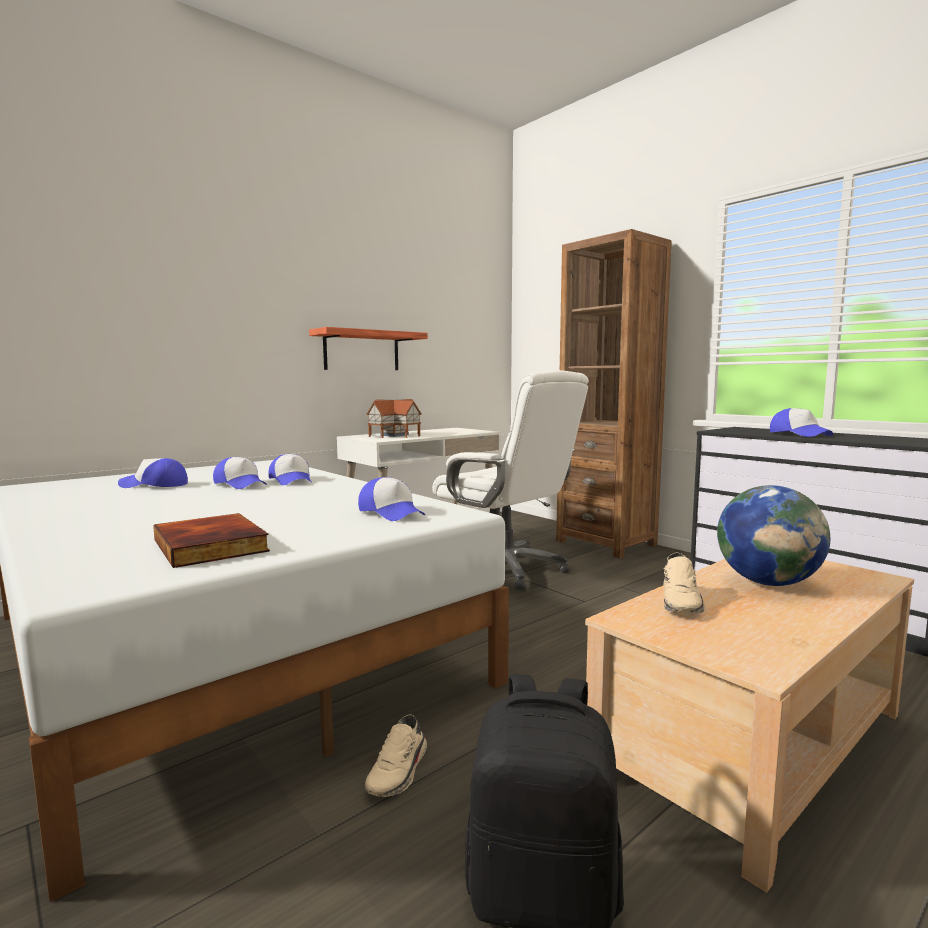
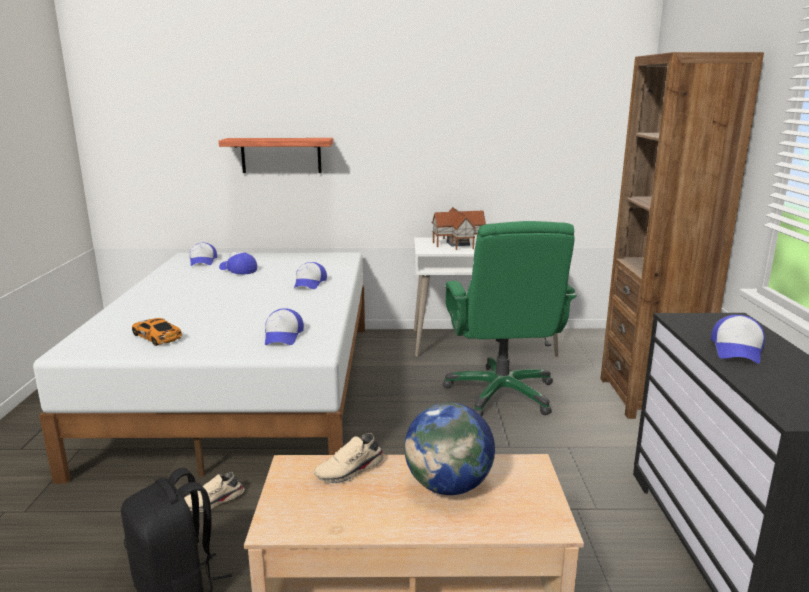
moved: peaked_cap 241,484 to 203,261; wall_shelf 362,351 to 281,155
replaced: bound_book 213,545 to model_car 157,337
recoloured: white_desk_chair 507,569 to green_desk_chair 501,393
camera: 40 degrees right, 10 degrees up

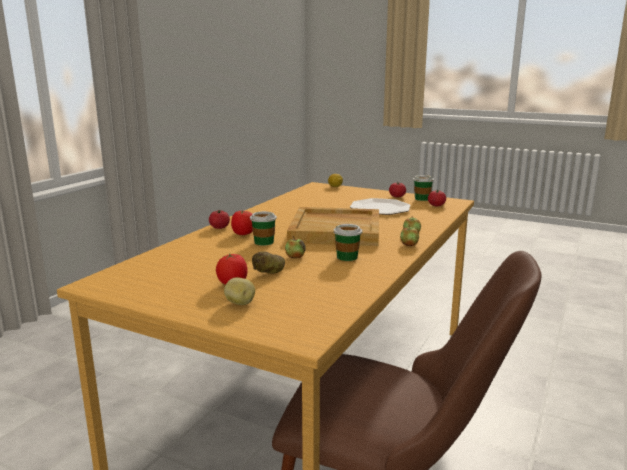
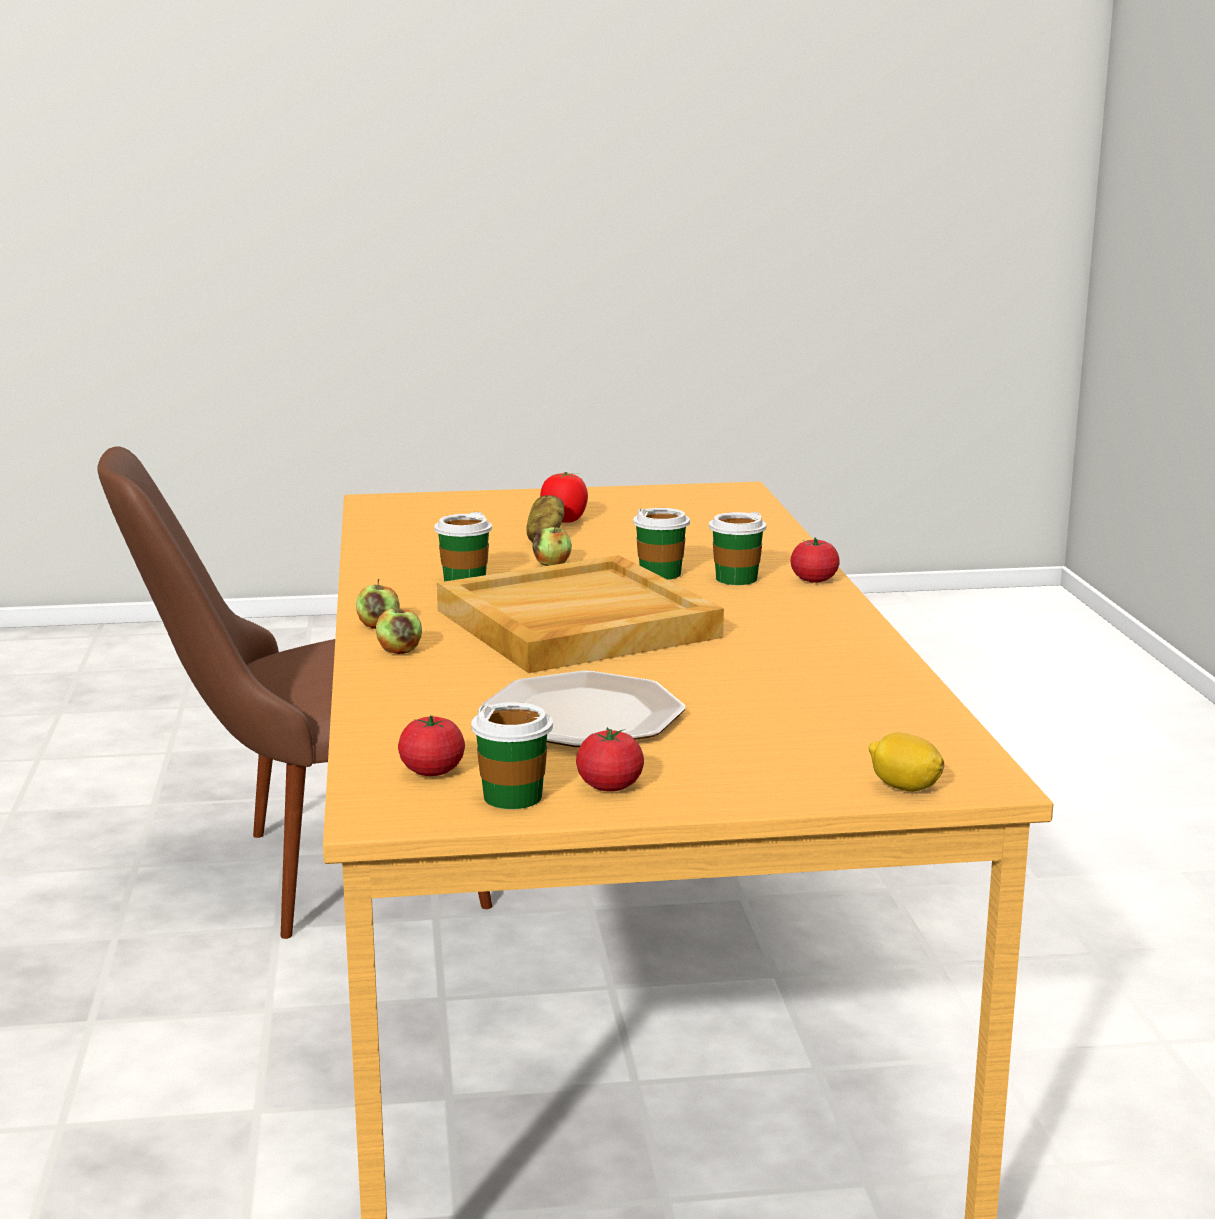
removed: spud 240,303
replaced: tomato 243,234 to cup 736,579
camera: 145 degrees right, 0 degrees up

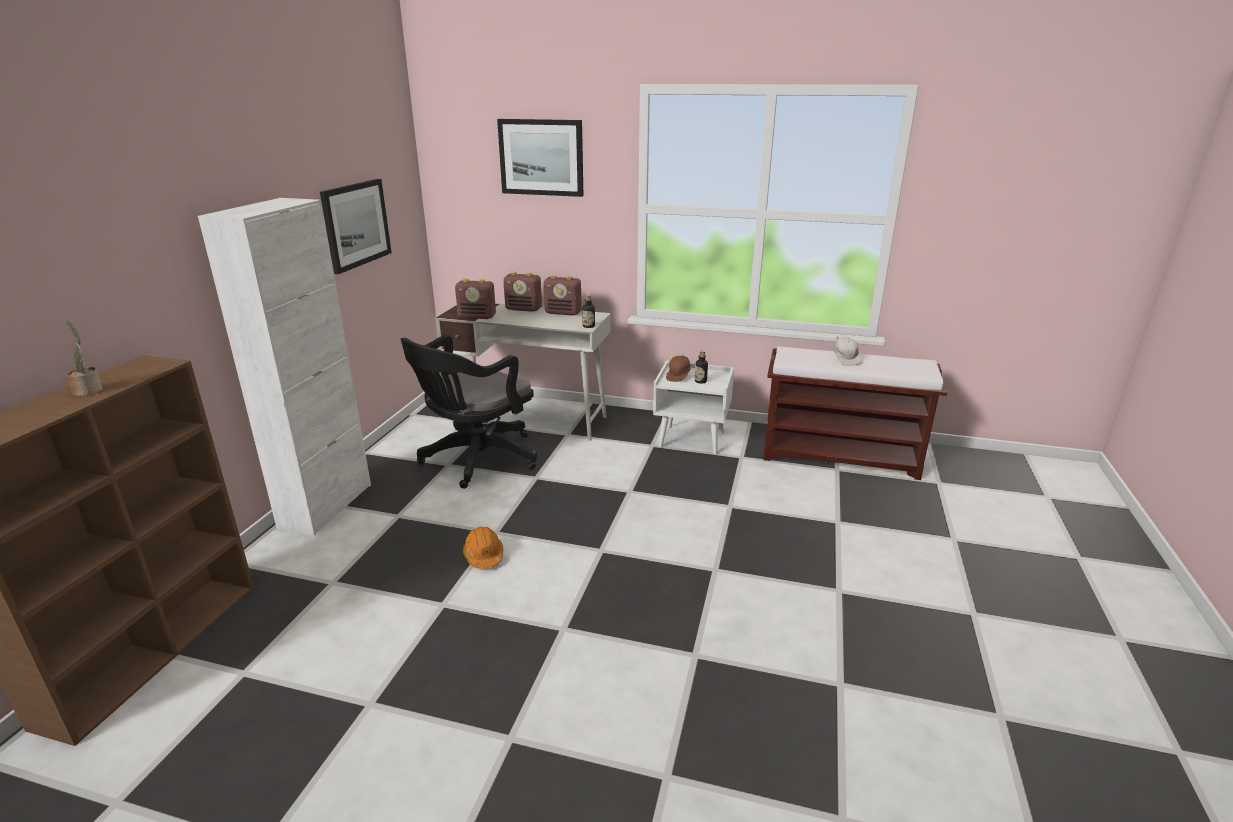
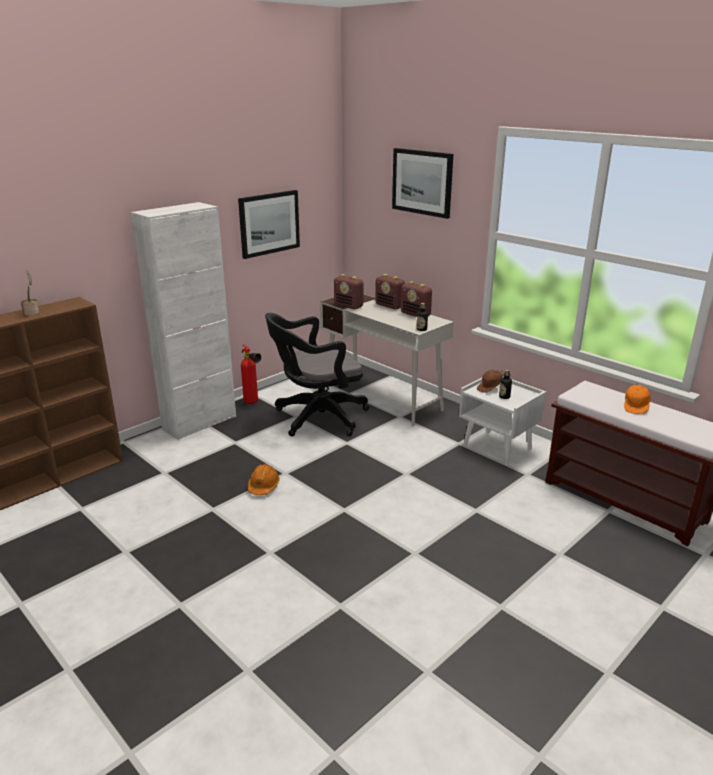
added: fire_extinguisher 253,403
recoloured: white_peaked_cap 846,359 to orange_peaked_cap 636,407
camera: 30 degrees right, 0 degrees up

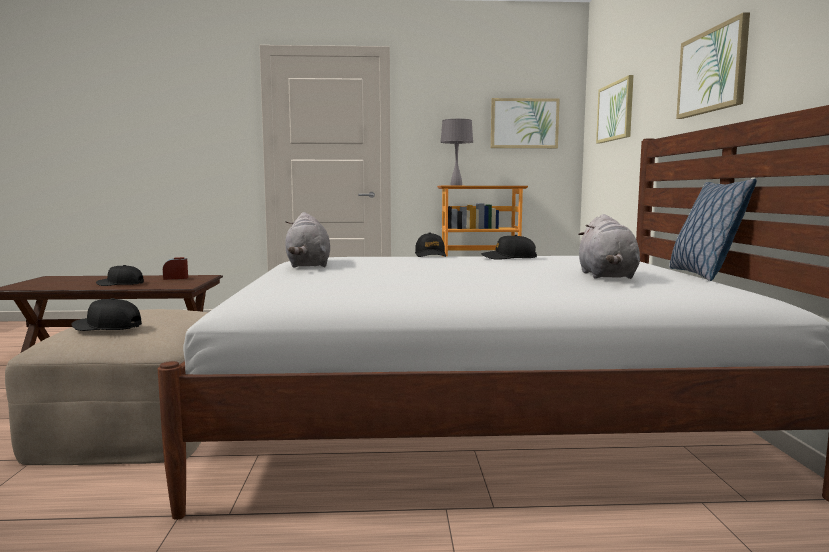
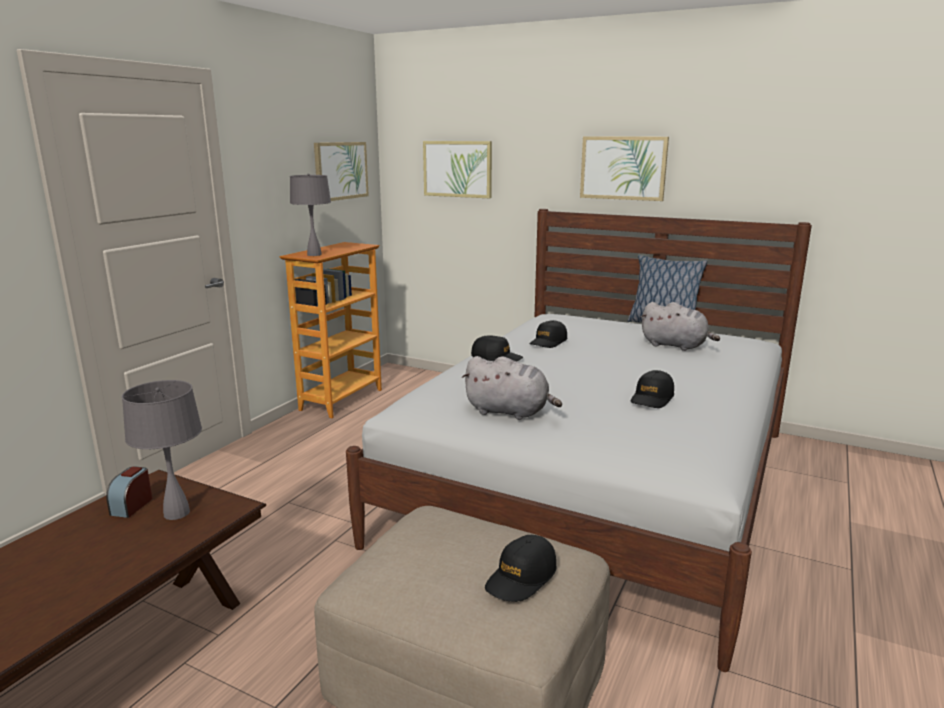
added: greyish_table_lamp 177,513
moved: black_peaked_cap 120,284 to 652,398
camera: 60 degrees left, 10 degrees up

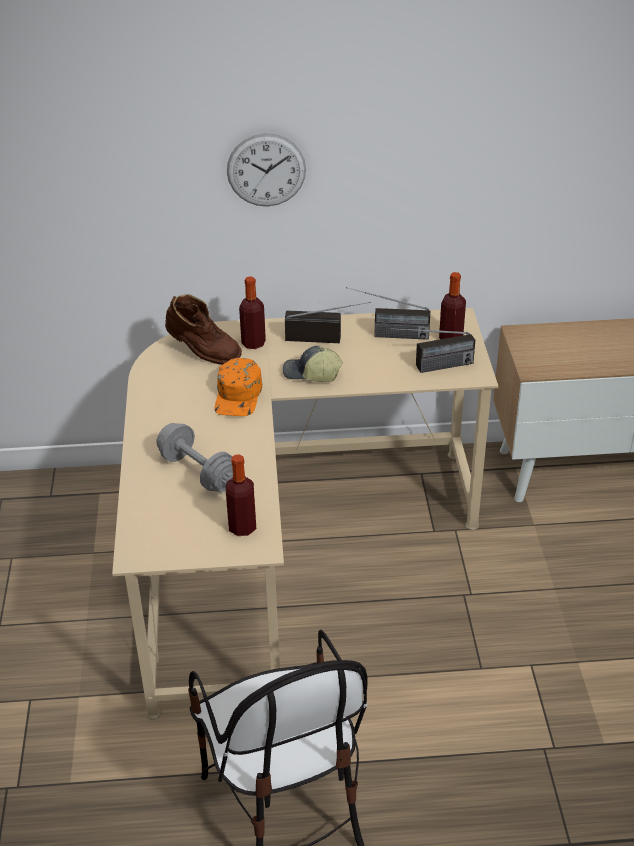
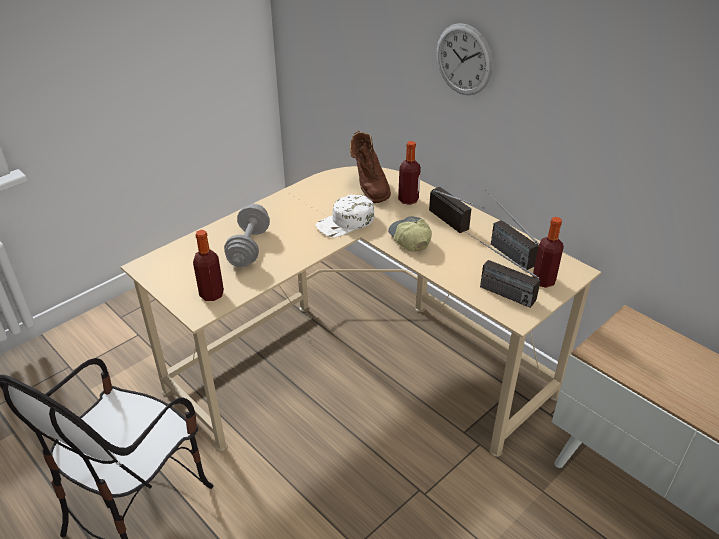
recoloured: orange_peaked_cap 239,395 to white_peaked_cap 346,222
camera: 50 degrees right, 0 degrees up

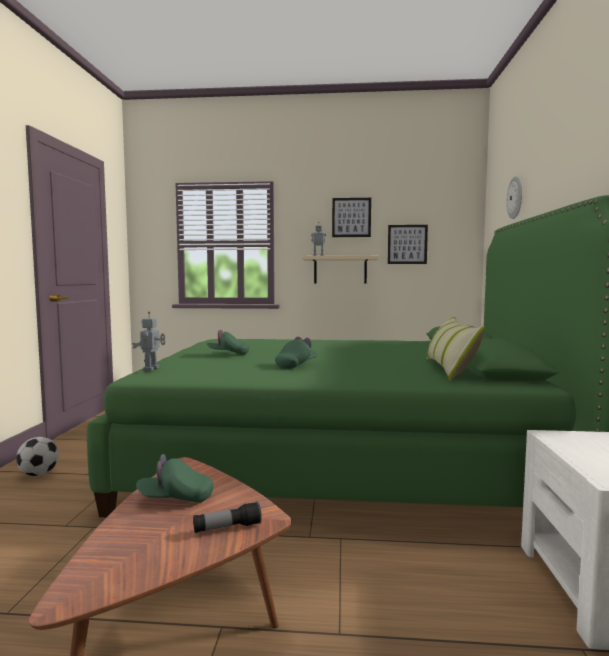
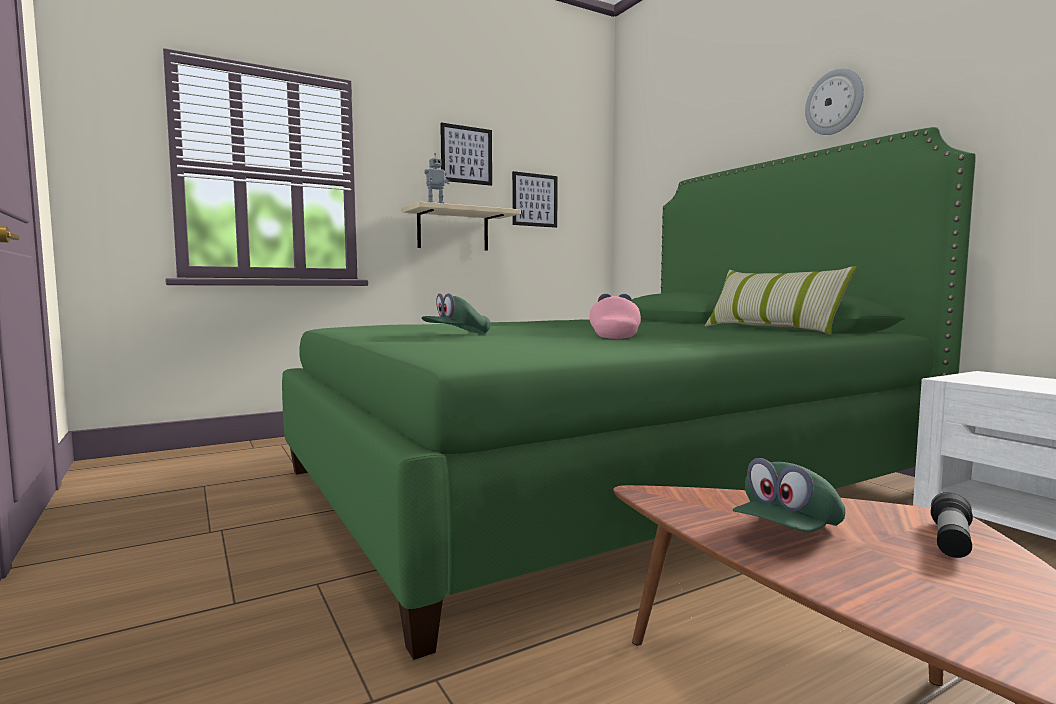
removed: football 39,474; model_robot 152,369
moved: wall_clock 515,197 to 834,102
recoloured: green_peaked_cap 296,365 to pink_peaked_cap 614,336
camera: 35 degrees left, 0 degrees up

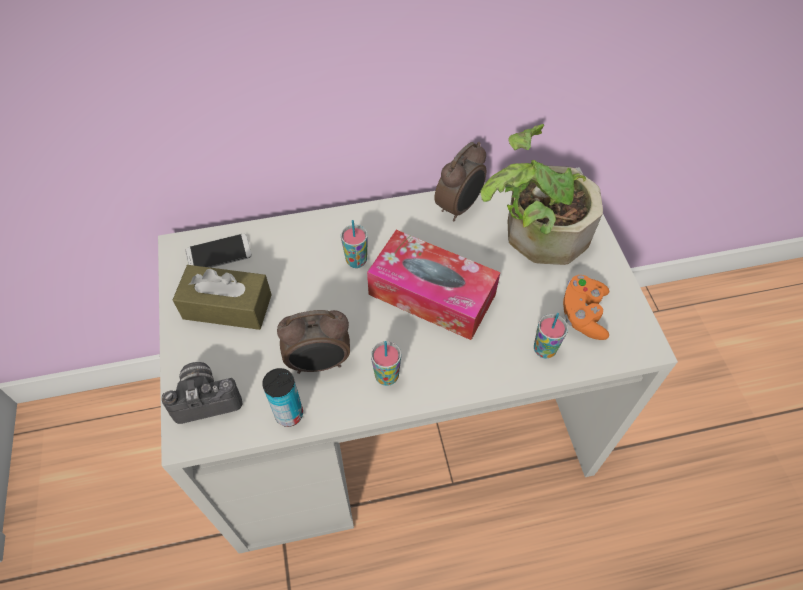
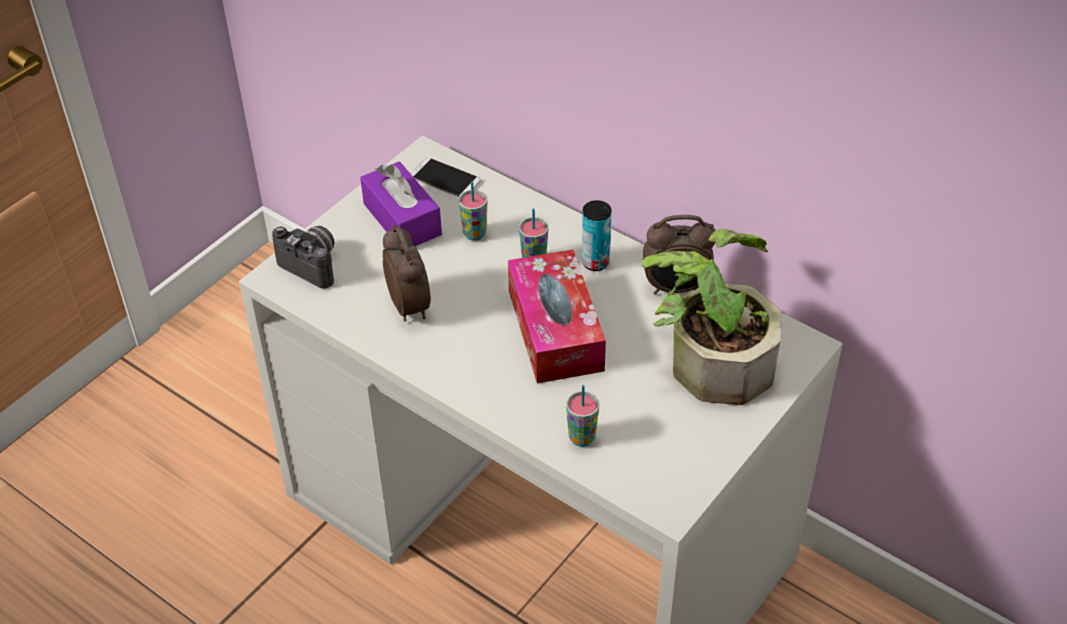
removed: orange_joypad 583,314
moved: cup 386,376 to 474,234; sealed_can 289,414 to 595,262
recoloured: brown-coloured_tissue_holder 227,306 to purple-coloured_tissue_holder 402,219
turned: alarm_clock 319,363 = 410,306 150 degrees counterclockwise
camera: 50 degrees right, 10 degrees down

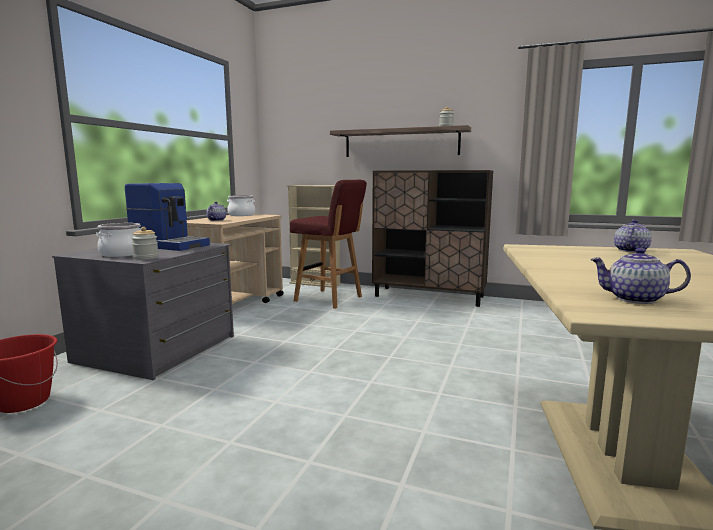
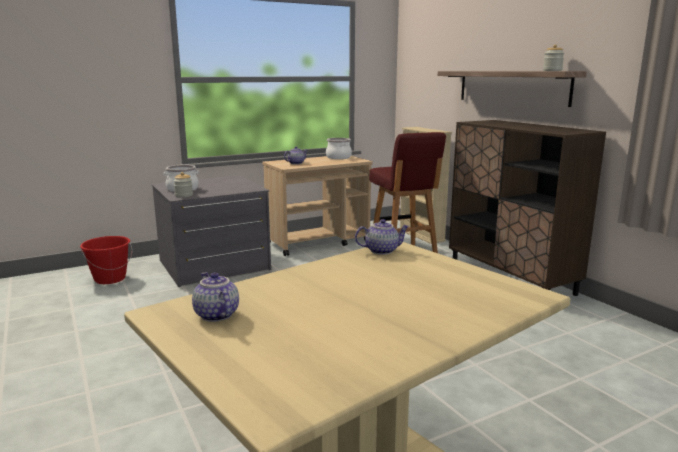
removed: coffee_brewer 170,245
moved: pot_for_tea 630,250 to 381,250
camera: 40 degrees right, 5 degrees up

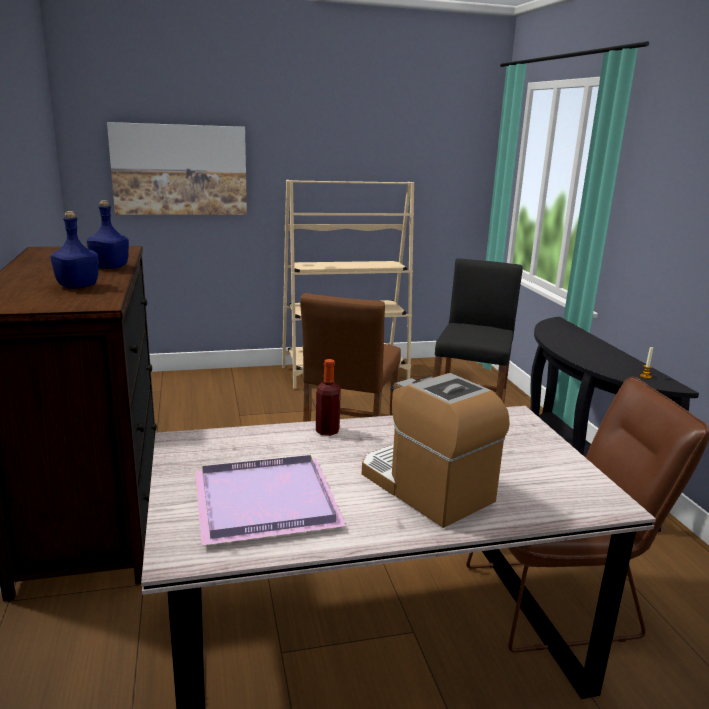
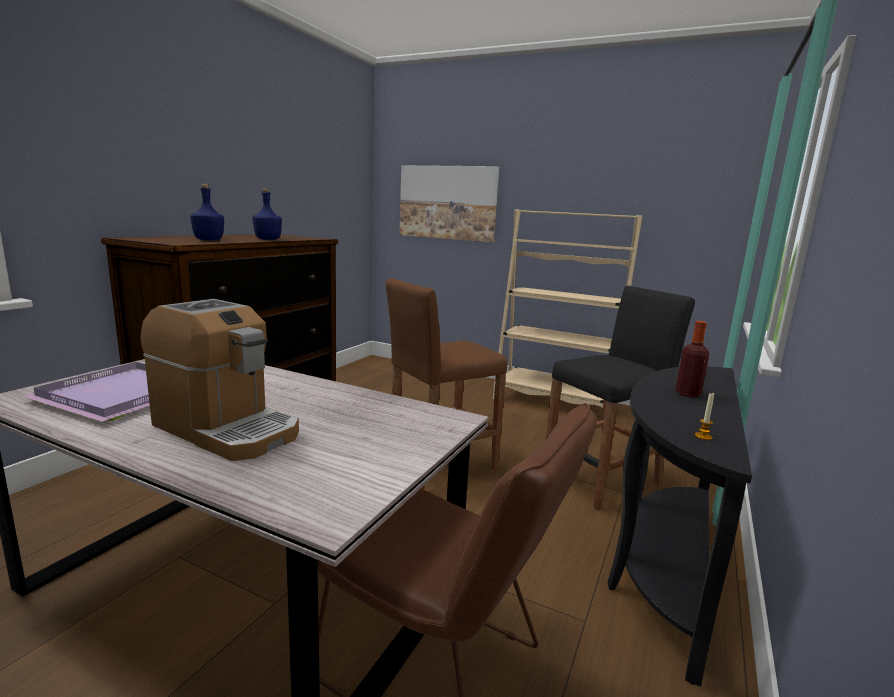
moved: drink_bottle 327,431 to 688,393
turned: coffee_brewer 425,487 = 226,429 120 degrees clockwise
camera: 40 degrees right, 5 degrees down

